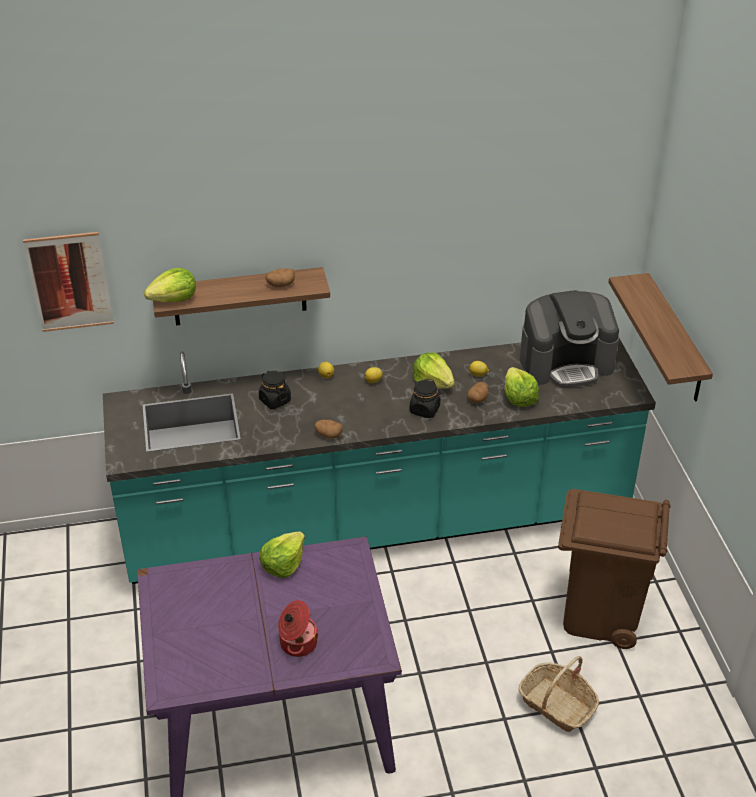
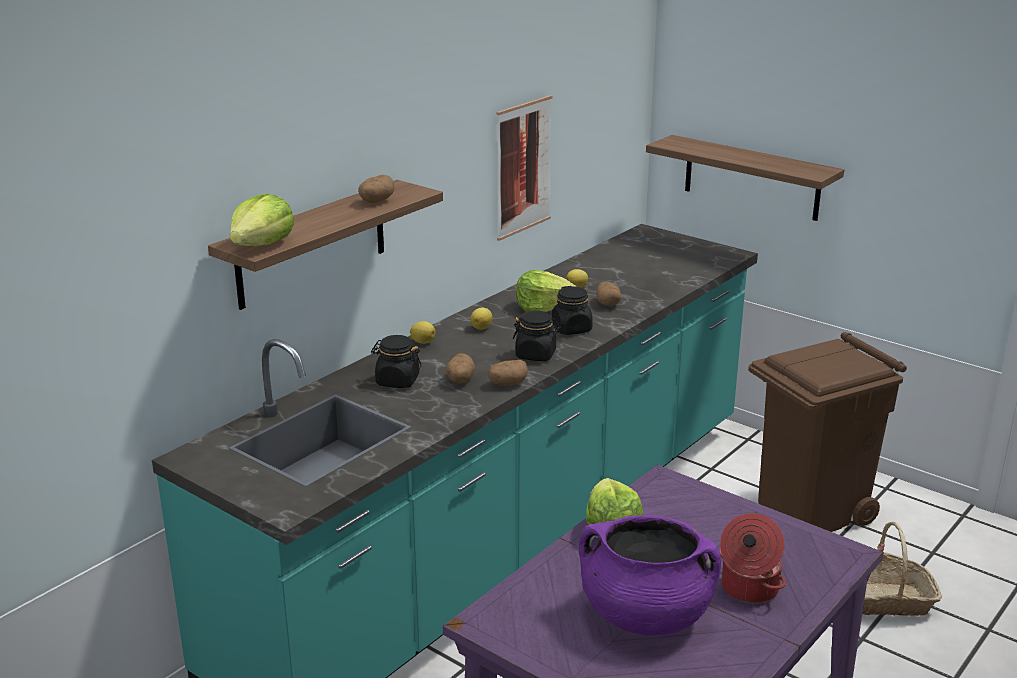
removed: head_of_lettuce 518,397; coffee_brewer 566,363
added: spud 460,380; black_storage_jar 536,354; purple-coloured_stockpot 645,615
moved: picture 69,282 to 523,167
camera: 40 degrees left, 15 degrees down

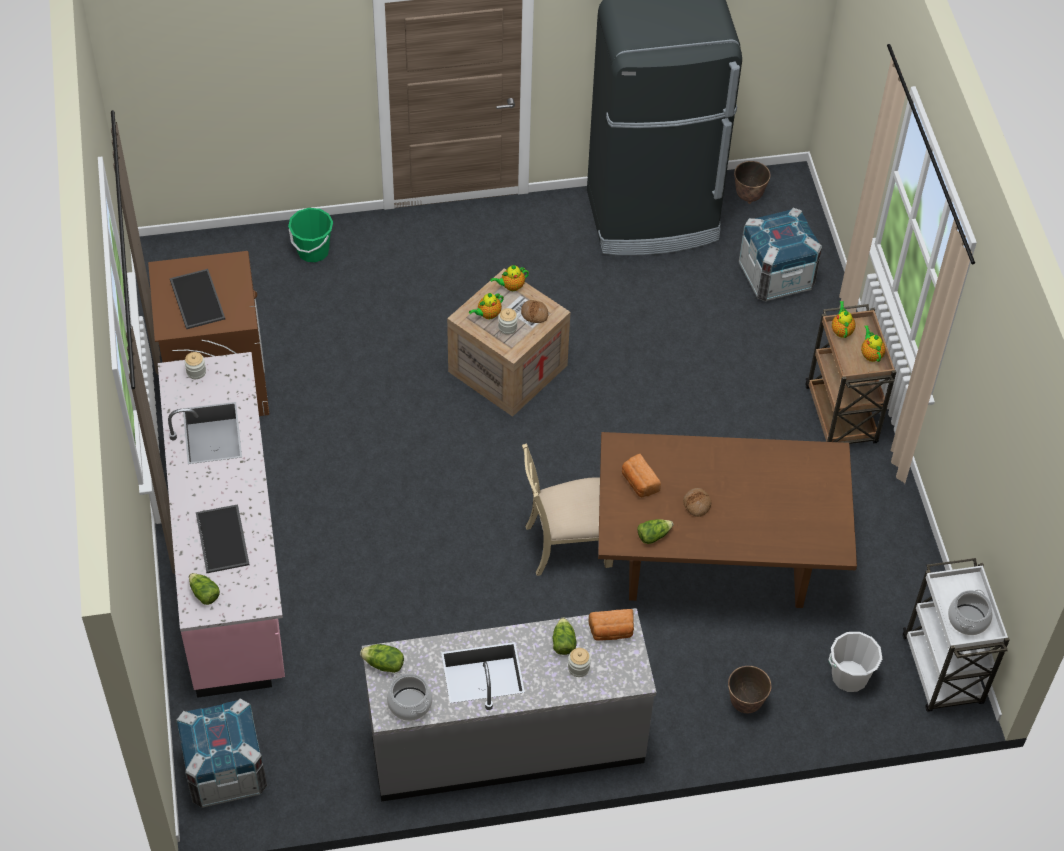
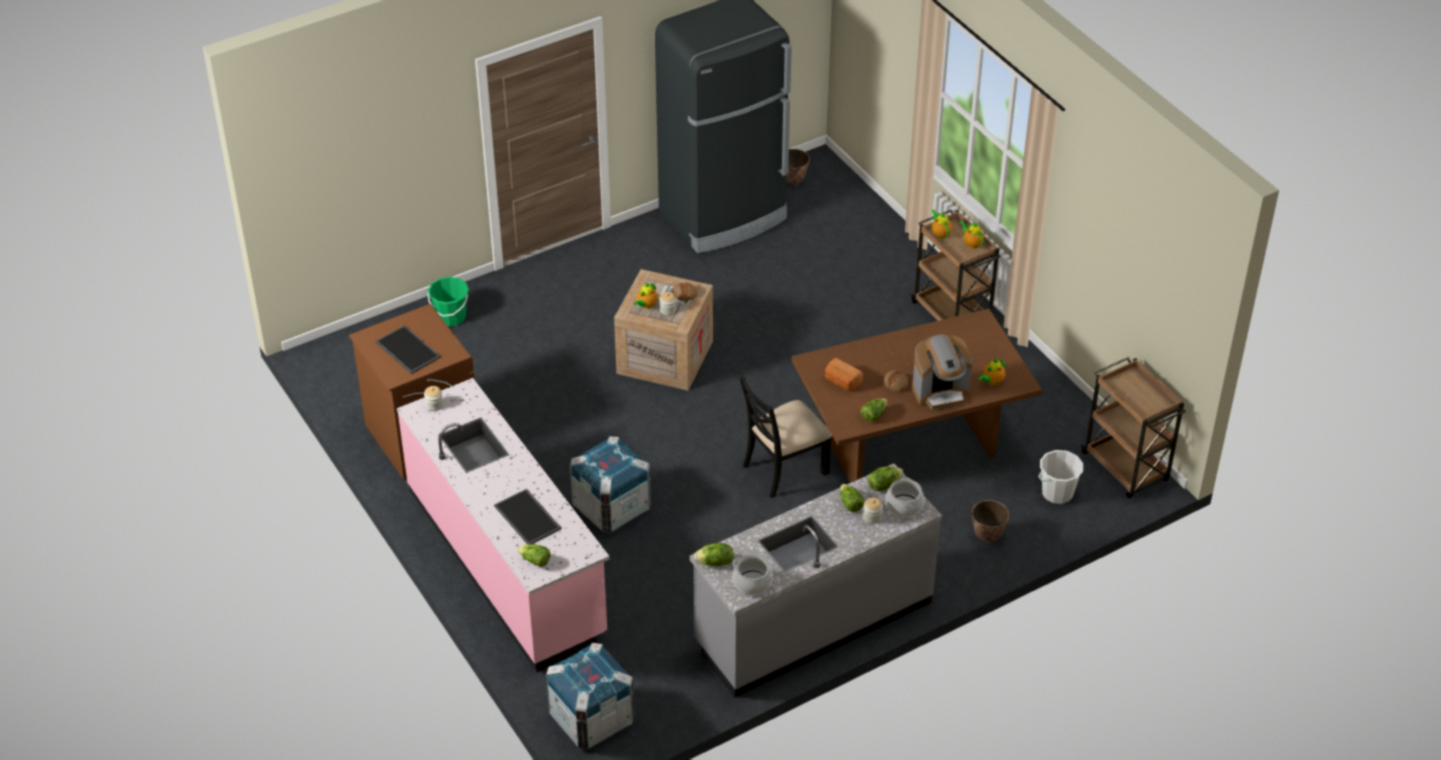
added: coffee_brewer 940,392
moved: packing_crate 775,276 to 611,507; stockpot 967,619 to 904,506; pot_for_tea 511,286 to 992,381
replaced: baked_bread 611,632 to head_of_lettuce 884,485
recoloured: beige_upright_chair 567,545 to black_upright_chair 784,469; white_trolley 943,672 to brown-coloured_trolley 1126,468
camera: 20 degrees left, 10 degrees down

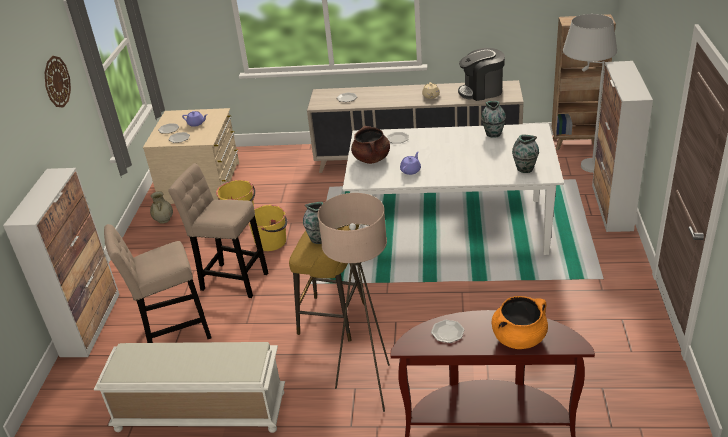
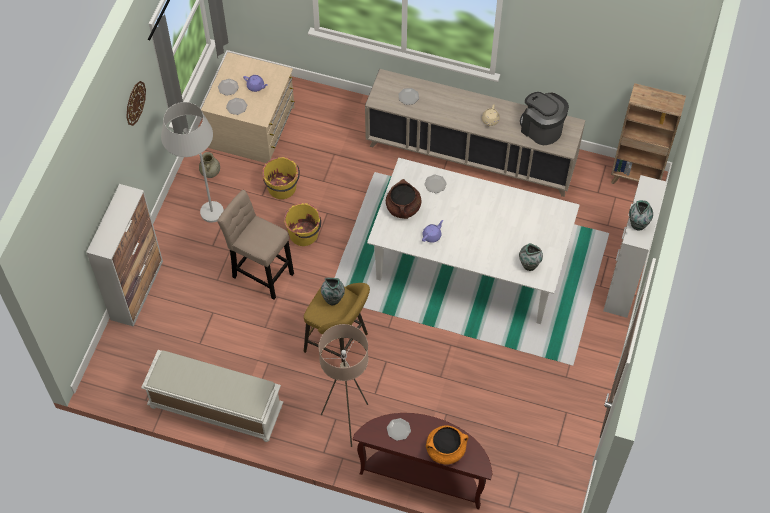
removed: beige_stool_seat 173,335
moved: white_floor_lamp 579,164 to 201,206; vase 493,133 to 638,223
turned: coffee_brewer 481,91 = 541,128 45 degrees clockwise
camera: 10 degrees right, 25 degrees up

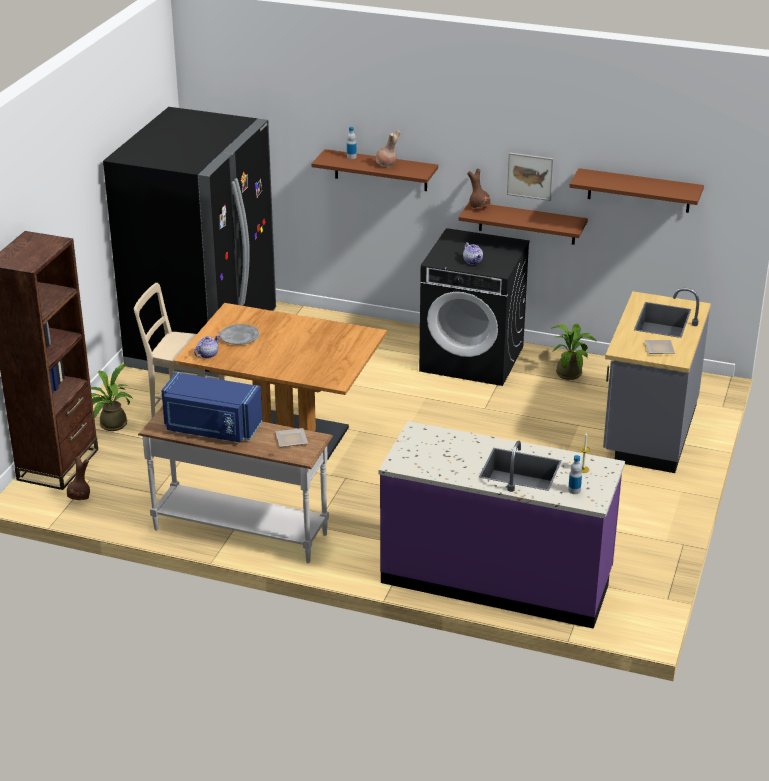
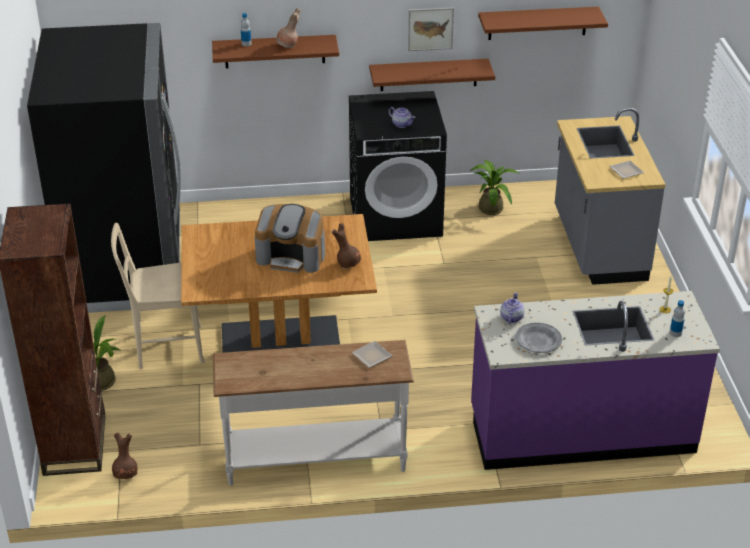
removed: blue_microwave_oven 211,429
added: coffee_brewer 292,256
moved: brown-coloured_vase 479,207 to 348,264; pot_for_tea 207,354 to 511,317; greyish_dinner_plate 239,337 to 538,340
camera: 25 degrees left, 5 degrees up

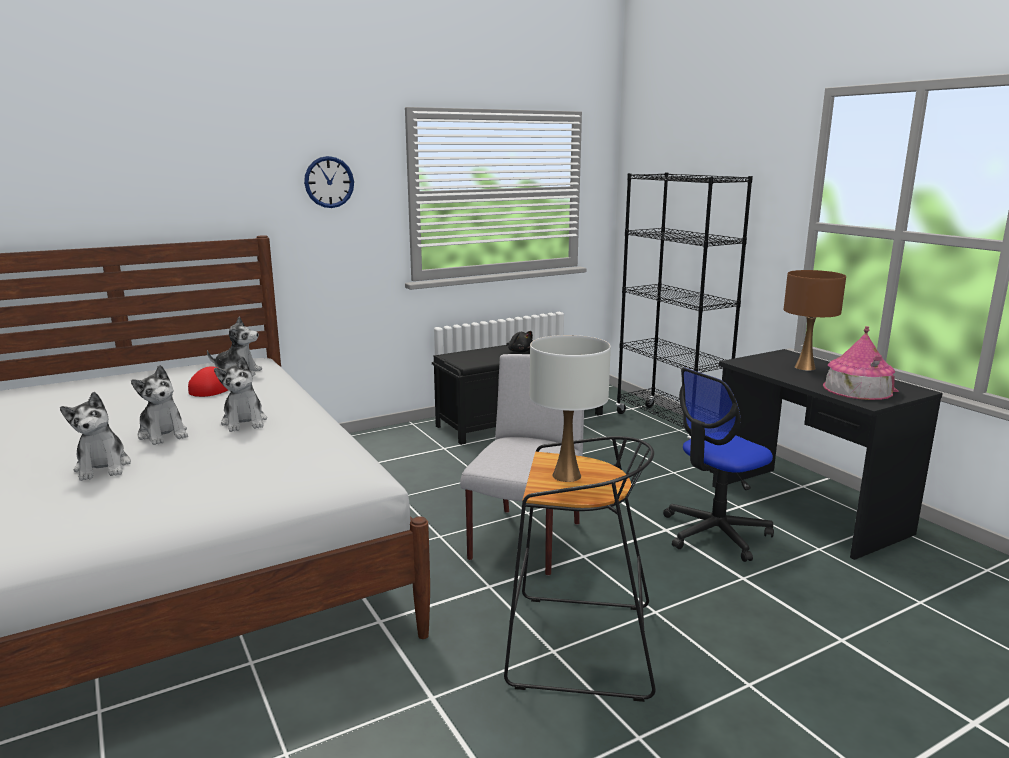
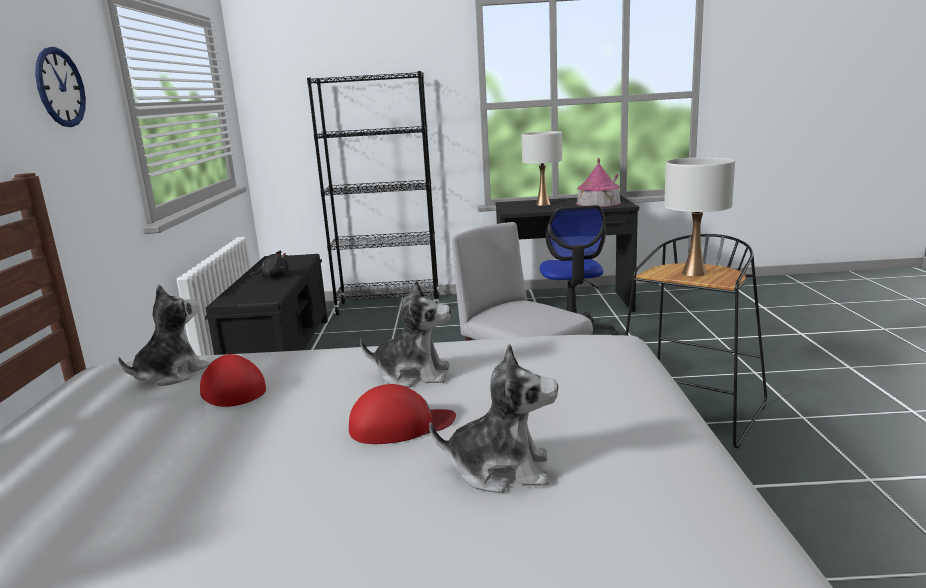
replaced: plush_toy 163,434 to reddish_peaked_cap 400,425
recoloured: brown-coloured_table_lamp 804,367 to white_table_lamp 542,204
camera: 60 degrees left, 0 degrees up

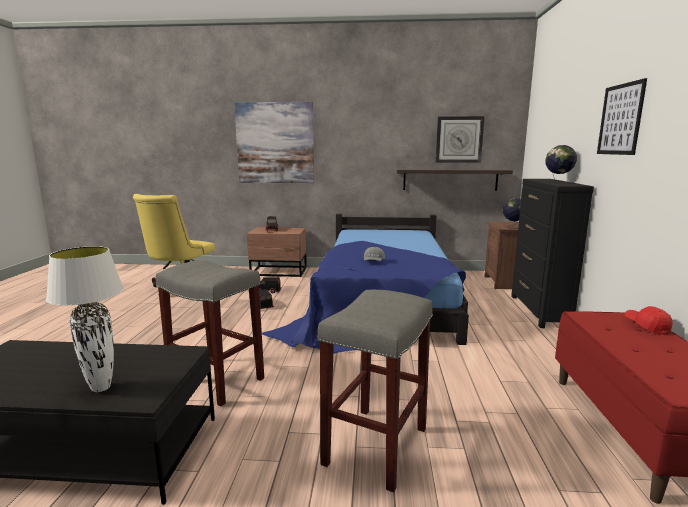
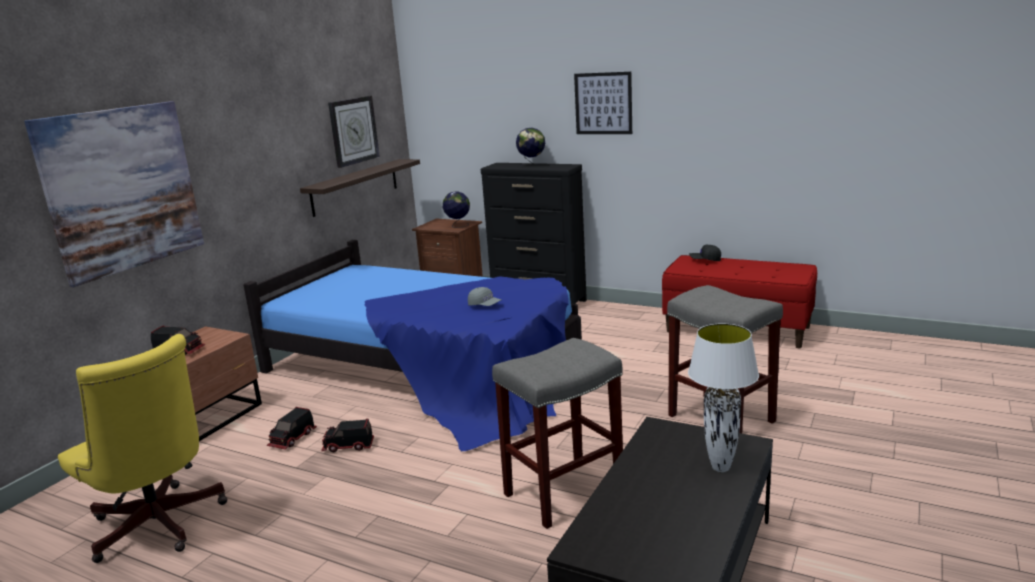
recoloured: reddish_peaked_cap 646,326 to black_peaked_cap 705,260
camera: 65 degrees left, 5 degrees up

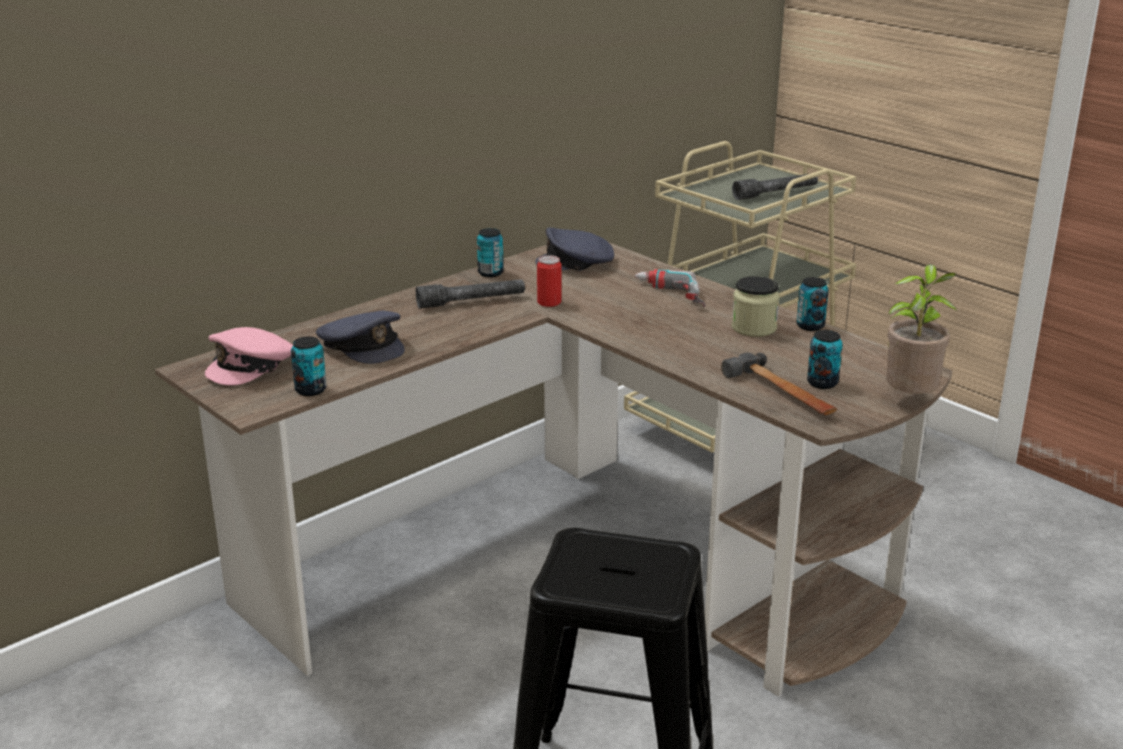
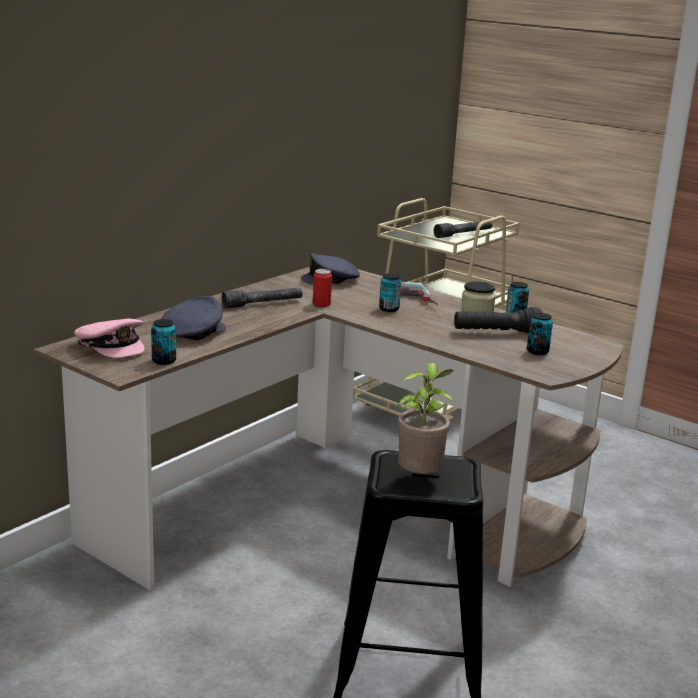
removed: hand_hammer 781,393
added: black_torch 496,333
moved: sealed_can 490,273 to 389,309; houseplant 910,400 to 420,479
turned: pink_peaked_cap 252,366 = 112,345 75 degrees counterclockwise; greyish_peaked_cap 363,346 = 193,332 90 degrees counterclockwise
camera: 10 degrees left, 5 degrees down

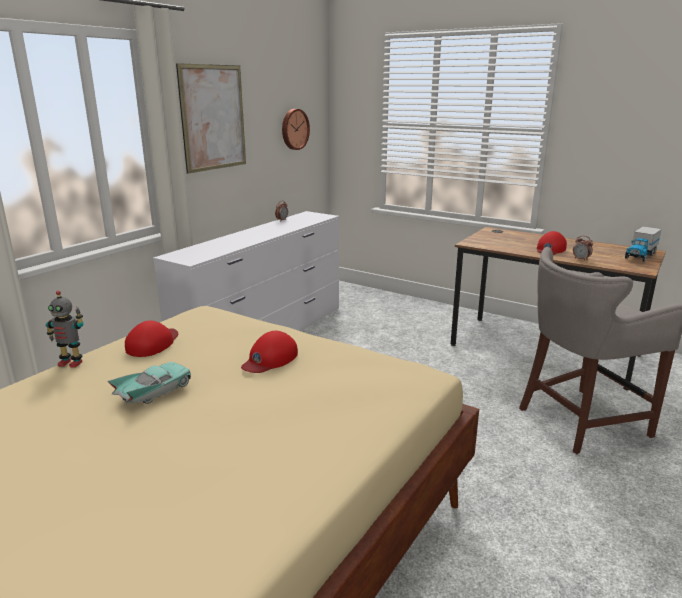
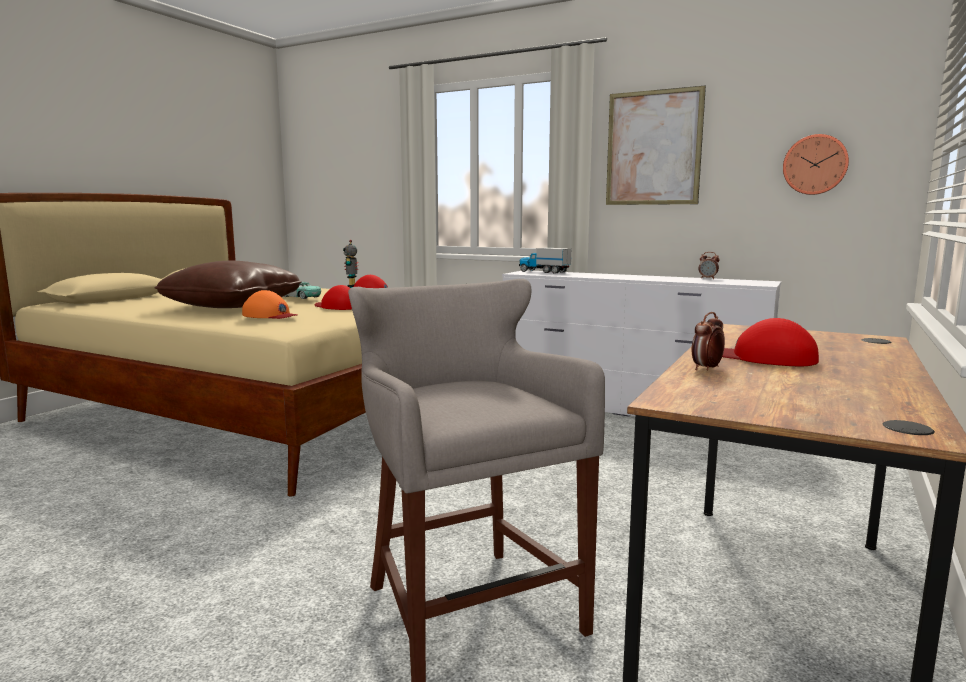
added: brown-coloured_throw_pillow 233,306; orange_peaked_cap 270,315
moved: toy_lorry 640,255 to 543,272
camera: 85 degrees right, 10 degrees down

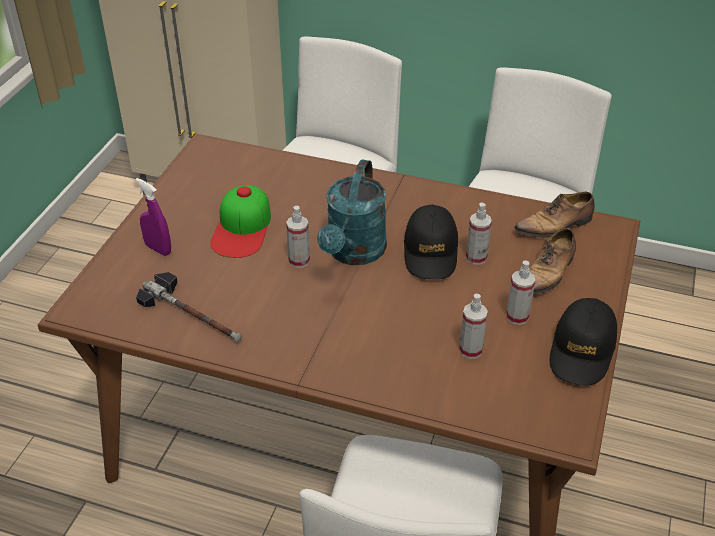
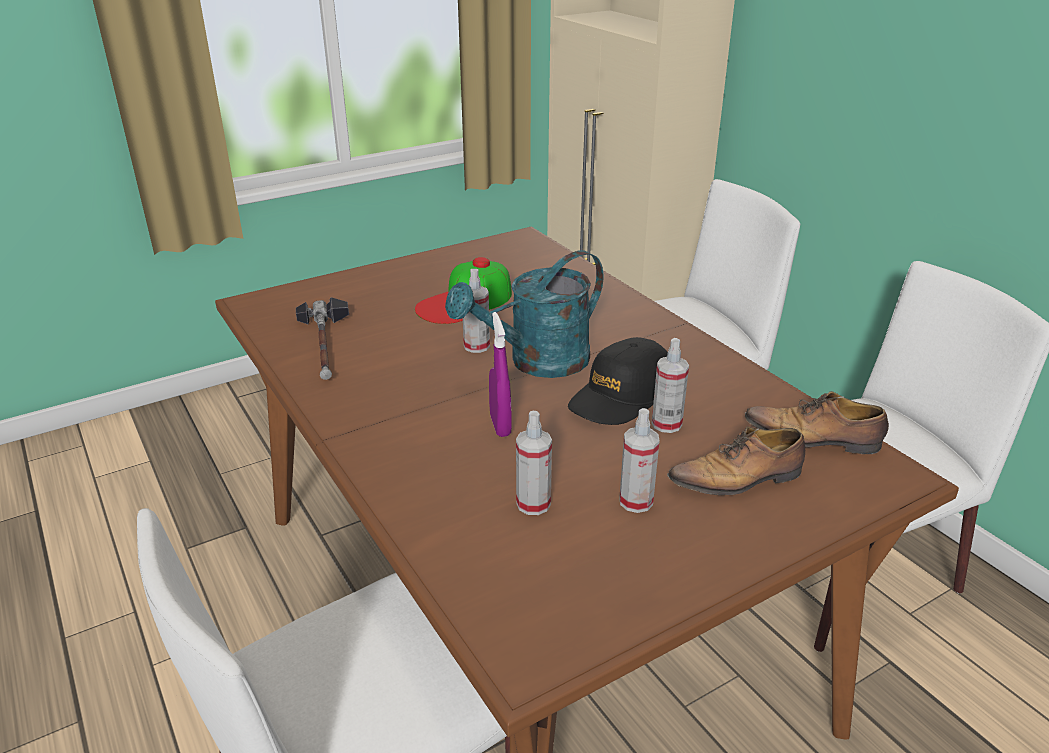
removed: black_peaked_cap 582,350
moved: purple-coloured_spray_bottle 158,249 to 500,425
camera: 40 degrees right, 10 degrees down

